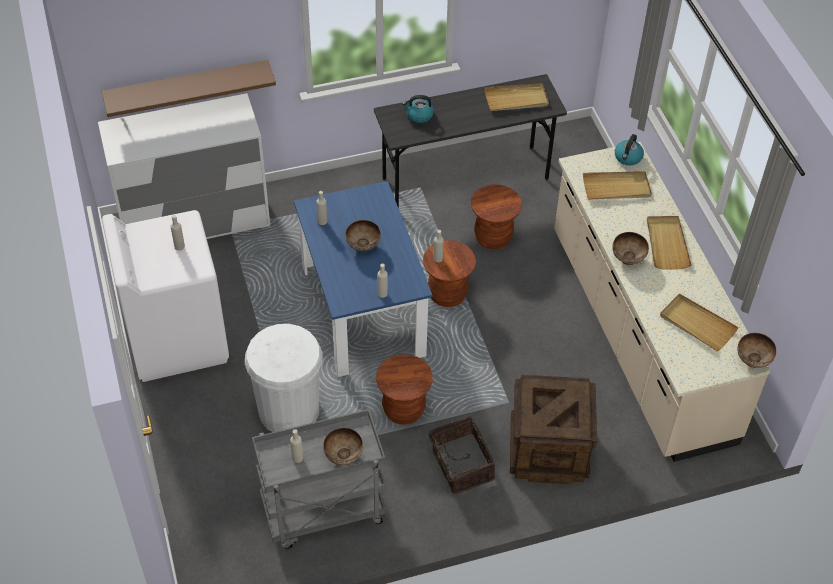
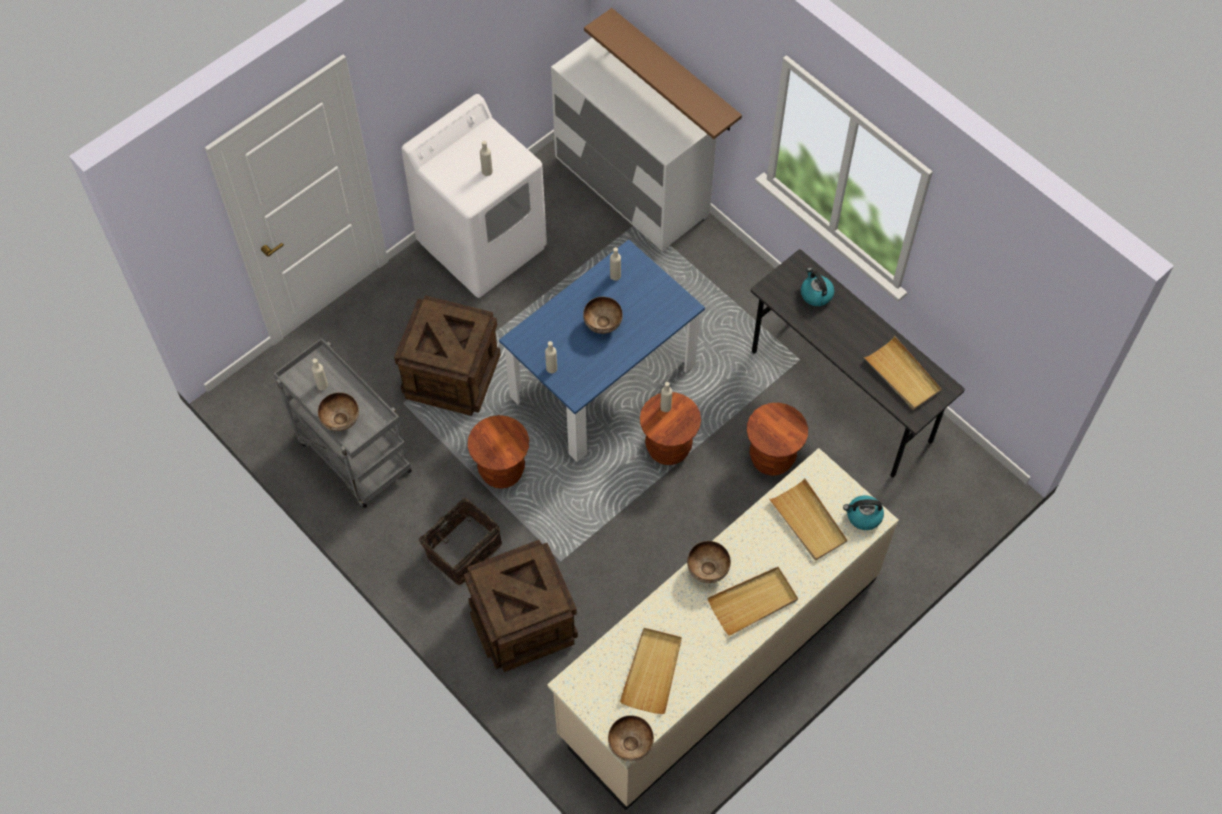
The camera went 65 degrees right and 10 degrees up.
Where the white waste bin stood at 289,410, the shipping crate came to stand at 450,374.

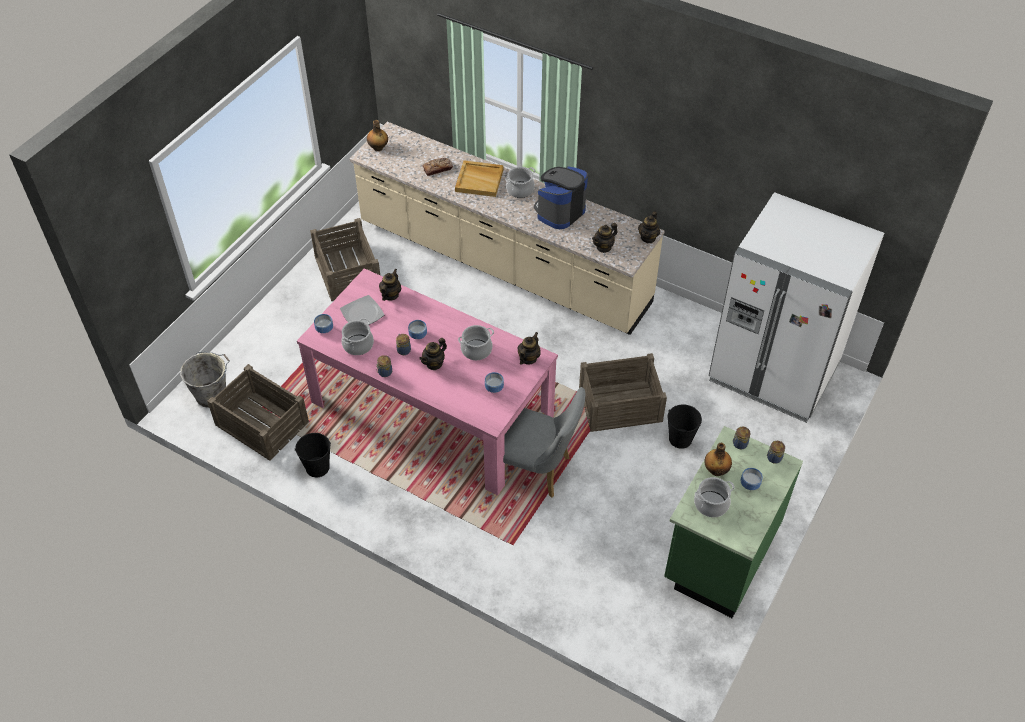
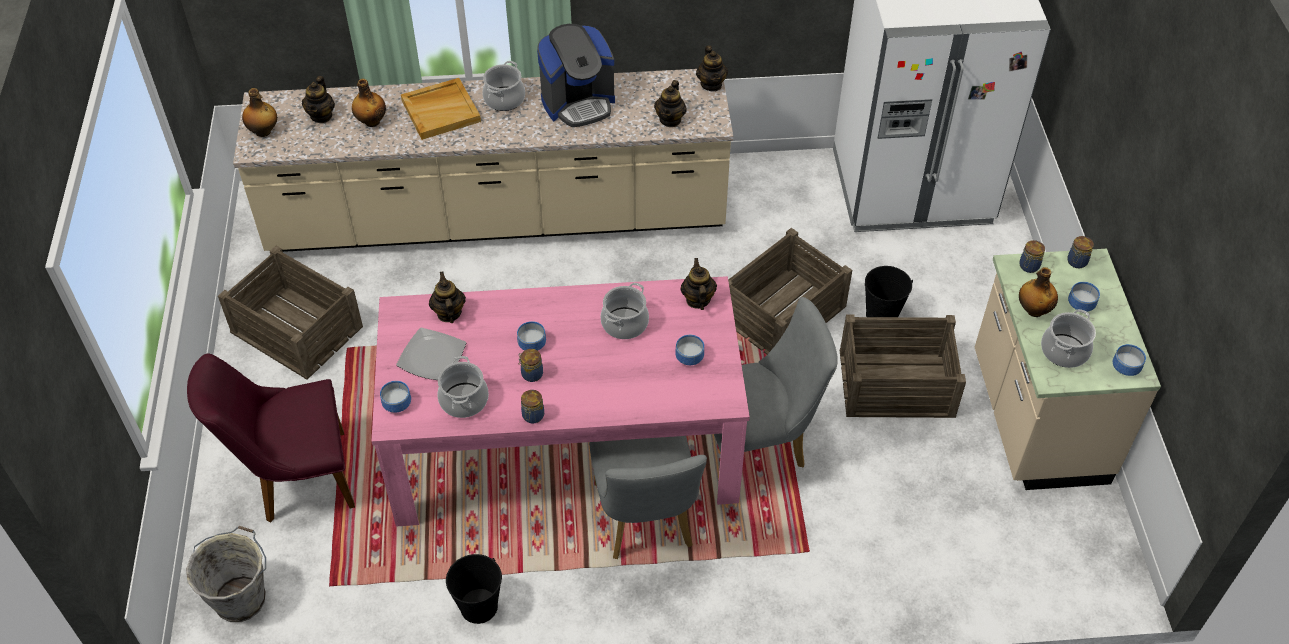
The camera went 35 degrees left and 0 degrees up.
Where the bakery bread stood at 437,169, the bottle came to stand at 371,121.
The coffee brewer at 559,211 ended up facing another way, 120 degrees counterclockwise from before.
The teapot ended up elsewhere, having gone from 434,363 to 321,116.
The shipping crate ended up elsewhere, having gone from 262,424 to 897,384.
What was the green kitchen counter at 720,553 turned into the beige kitchen counter at 1035,420.
The second view gained the serving bowl at 1125,367.
The second view gained the purple-coloured chair at 295,480.
The second view gained the gray chair at 646,522.

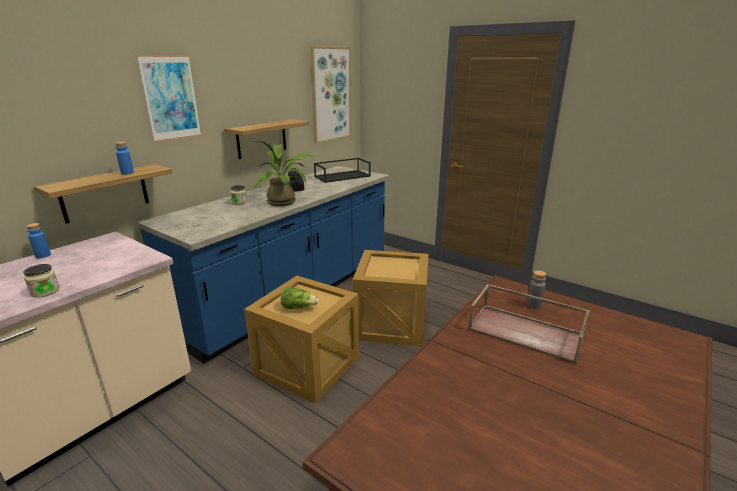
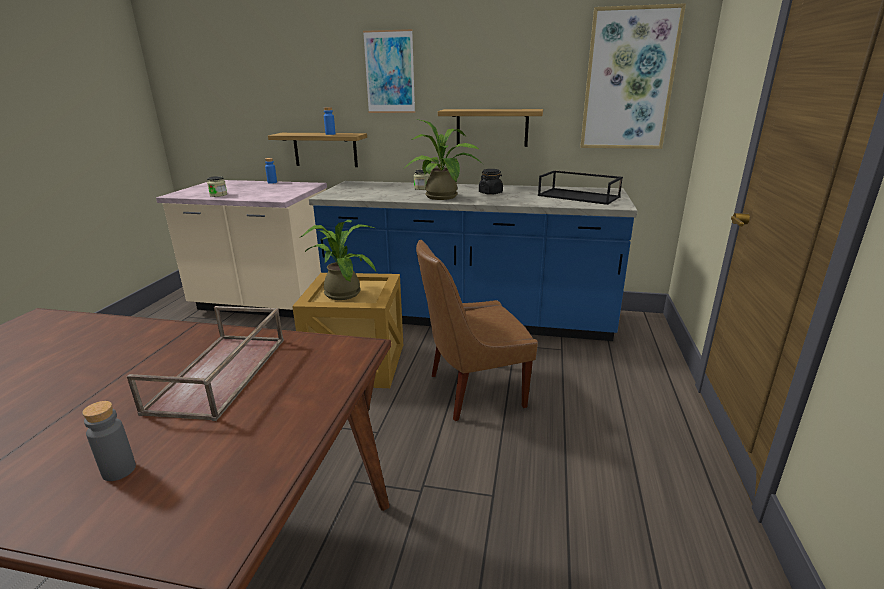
The camera went 65 degrees right and 0 degrees up.
Where the shipping crate stood at 390,323, the brownish chair came to stand at 472,391.
The gray bottle ended up elsewhere, having gone from 534,305 to 119,470.
Where the head of lettuce stood at 298,307, the potted plant came to stand at 342,292.

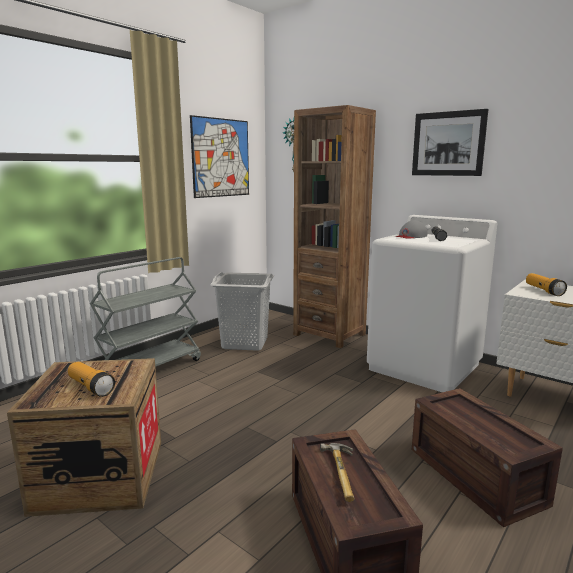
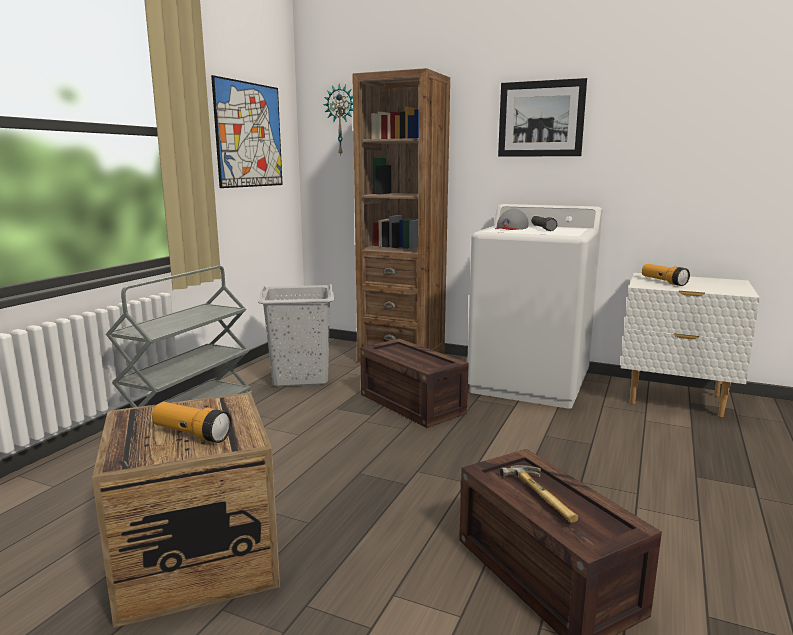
The camera went 15 degrees left and 0 degrees up.
The shipping crate ended up elsewhere, having gone from 478,476 to 414,403.

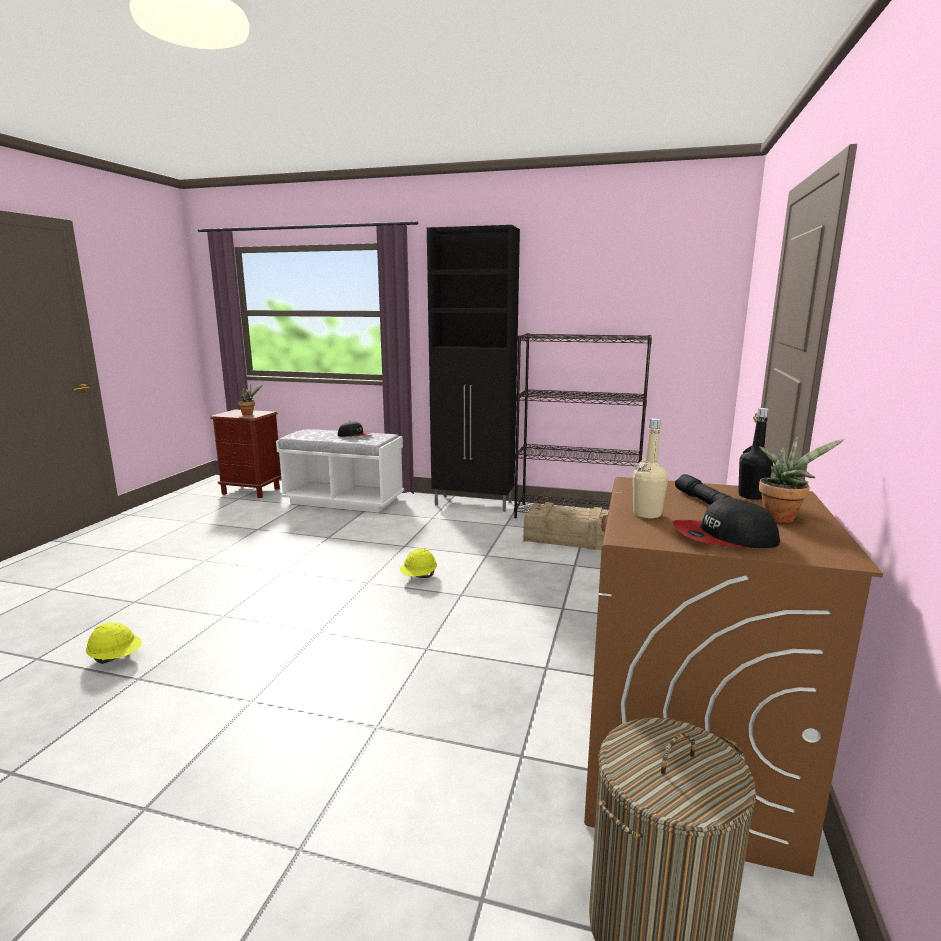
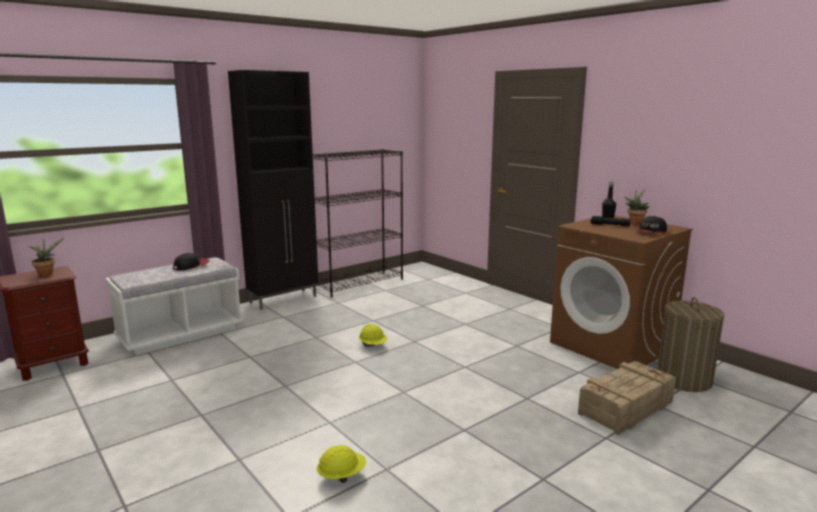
The camera went 55 degrees left and 0 degrees up.
The second view lost the beige bottle at 647,514.
The shipping crate ended up elsewhere, having gone from 569,538 to 624,408.

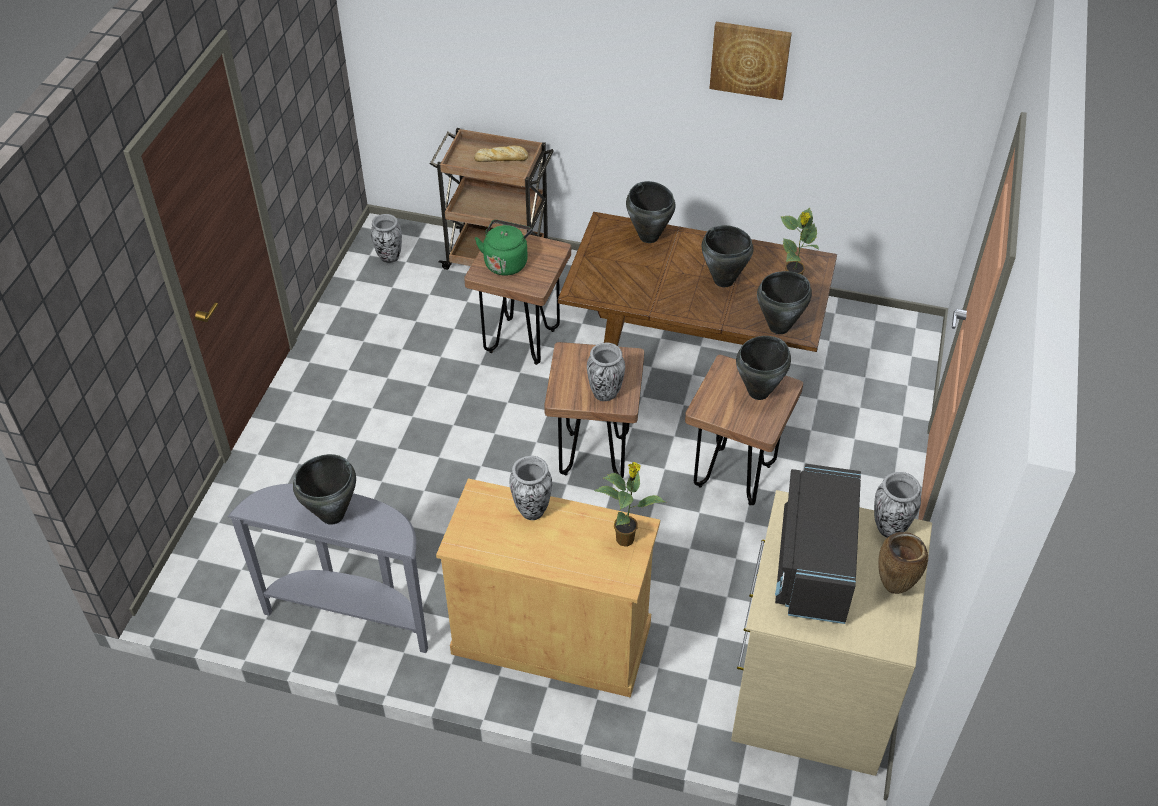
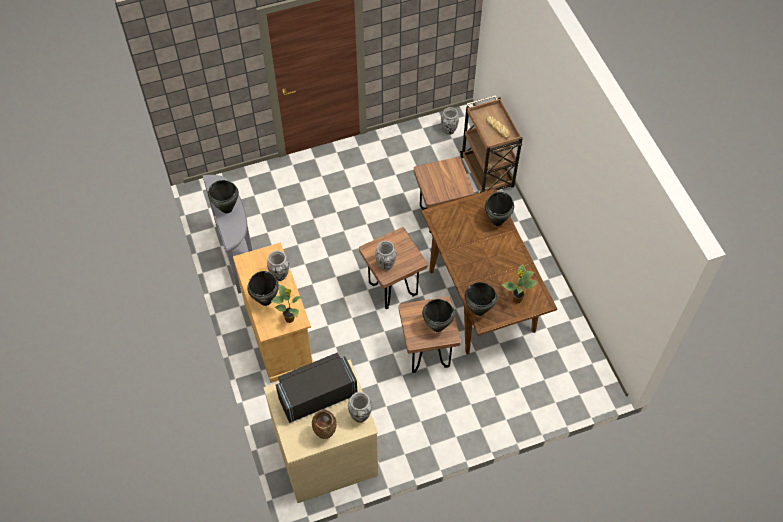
The camera went 55 degrees right and 10 degrees up.
The second view lost the wall picture at 750,59.
The second view lost the green kettle at 506,262.
The black stockpot ended up elsewhere, having gone from 723,281 to 265,300.

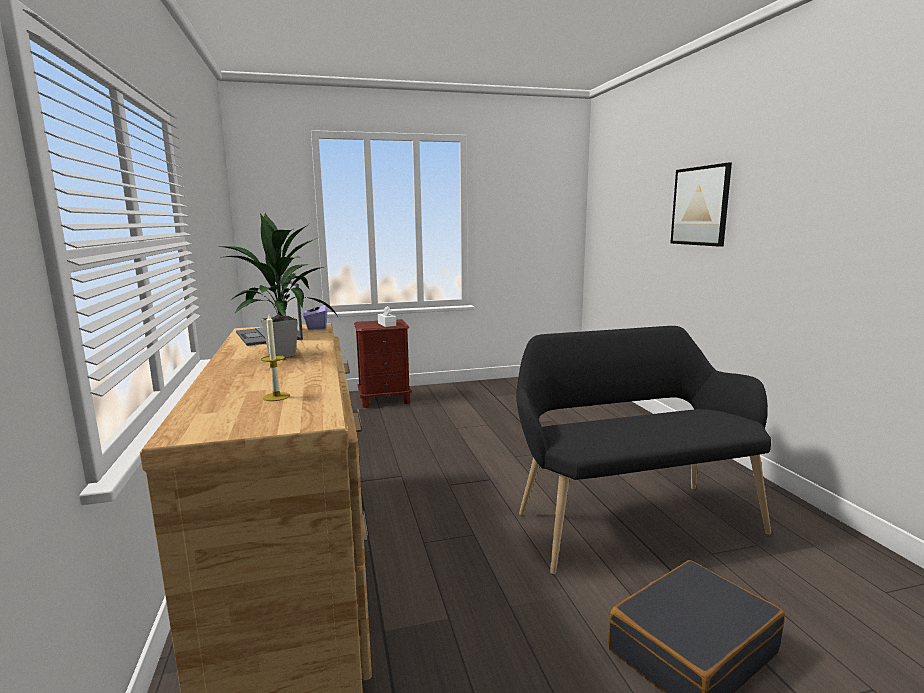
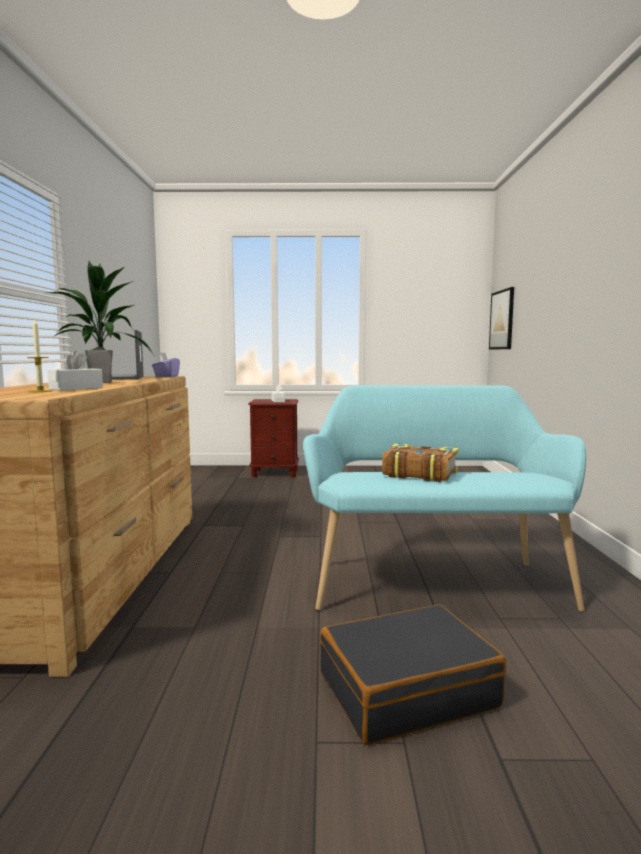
The camera went 15 degrees right and 5 degrees down.
The wall picture ended up elsewhere, having gone from 700,206 to 502,320.
What was the black long seat at 630,519 turned into the blue-green long seat at 434,580.
The second view gained the white tissue box at 76,388.
The second view gained the volume at 419,473.

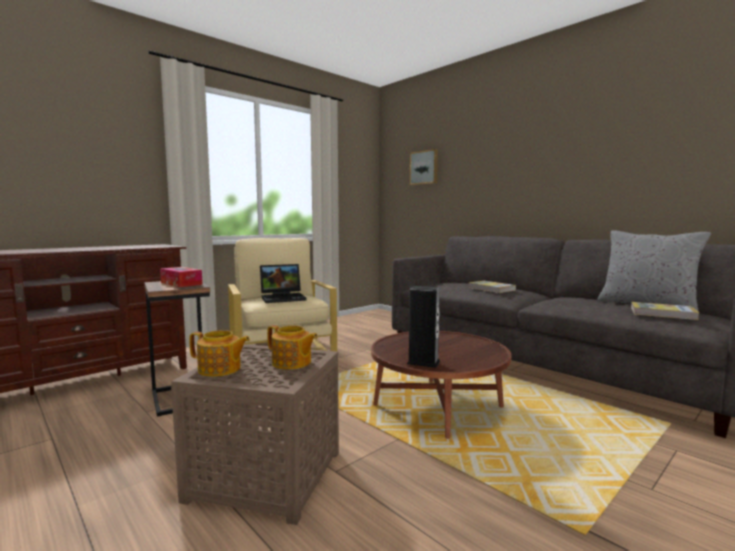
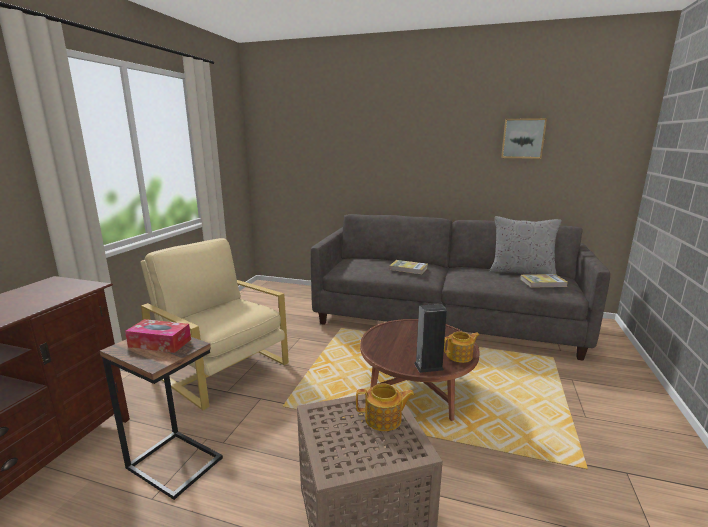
The camera went 30 degrees left and 10 degrees up.
The wall picture ended up elsewhere, having gone from 424,167 to 523,138.
The second view lost the laptop at 284,298.
The teapot ended up elsewhere, having gone from 220,369 to 460,356.

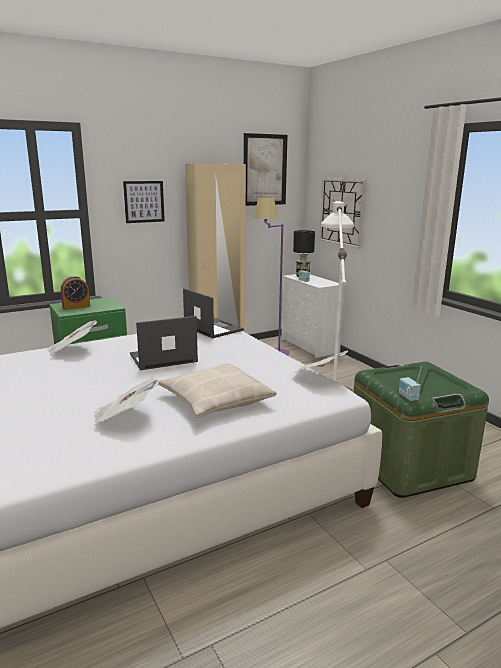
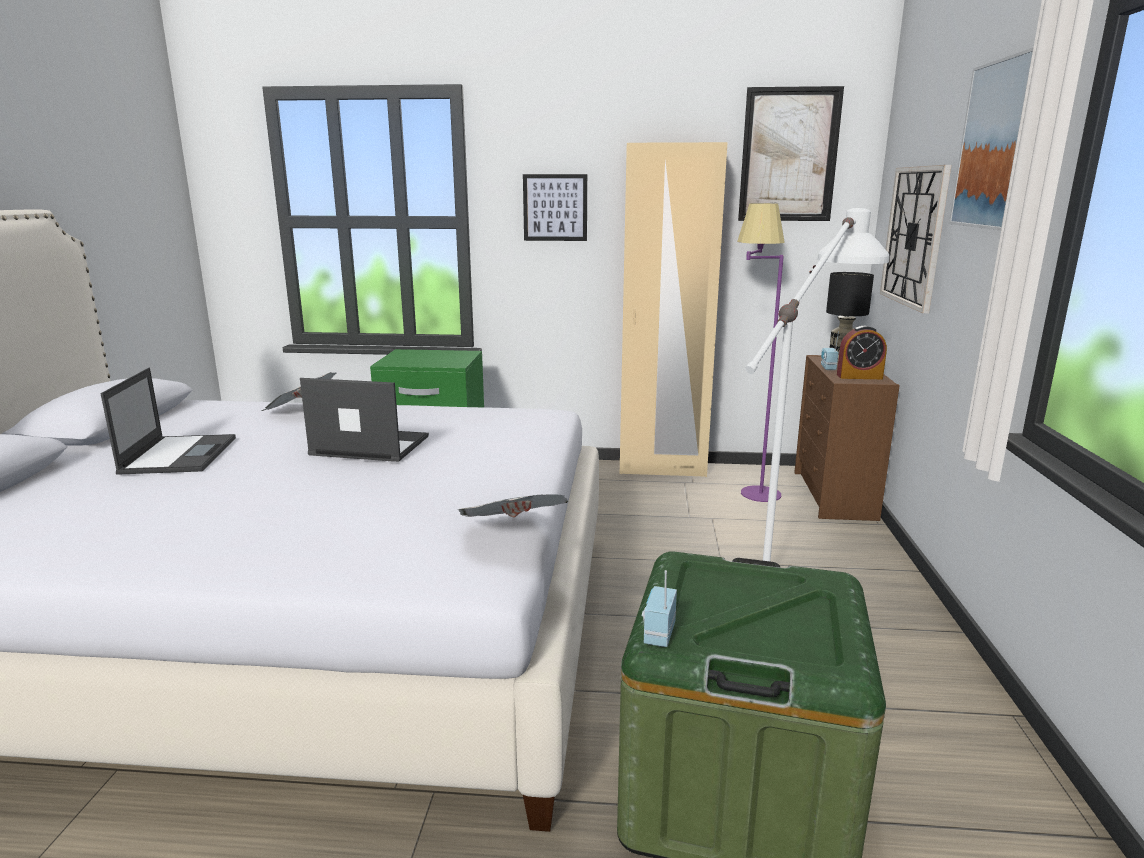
The camera went 35 degrees right and 0 degrees up.
What was the white chest of drawers at 310,346 turned into the brownish chest of drawers at 834,496.
The table clock ended up elsewhere, having gone from 76,307 to 859,376.
The laptop ended up elsewhere, having gone from 212,328 to 179,454.
The second view lost the beige throw pillow at 215,400.
The second view lost the printed paper at 125,417.
The second view gained the wall picture at 998,145.

